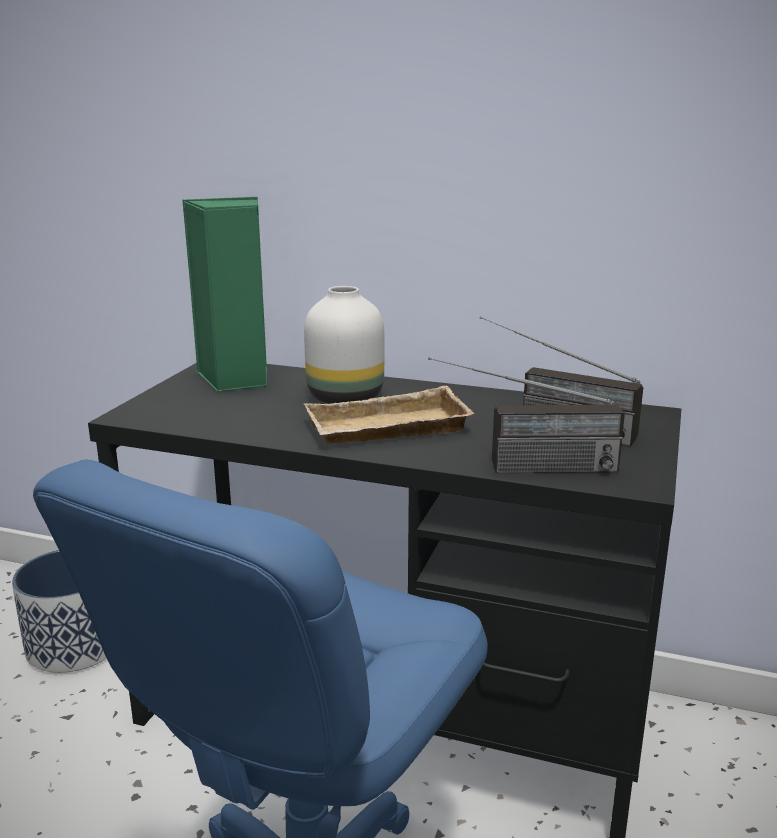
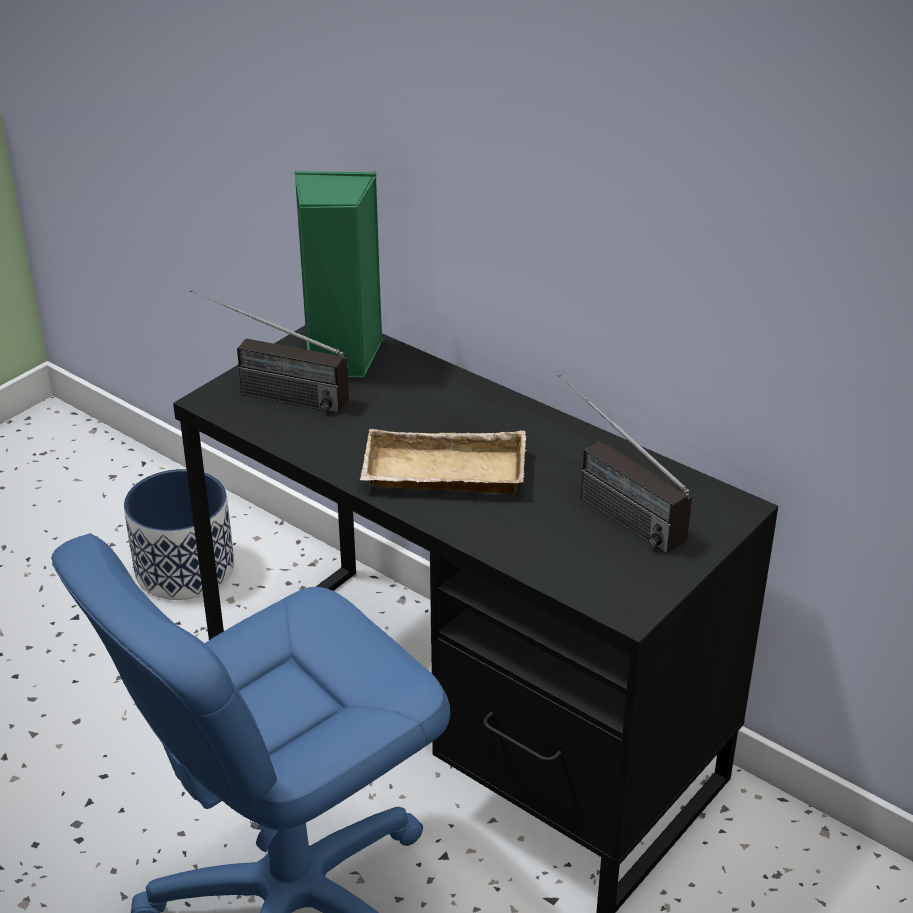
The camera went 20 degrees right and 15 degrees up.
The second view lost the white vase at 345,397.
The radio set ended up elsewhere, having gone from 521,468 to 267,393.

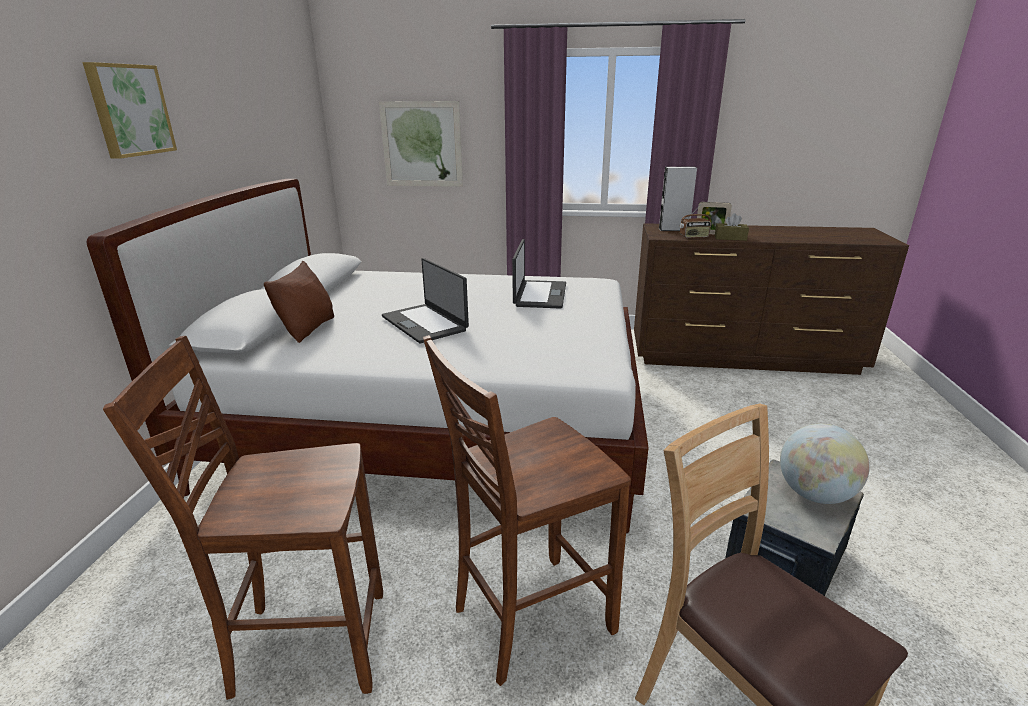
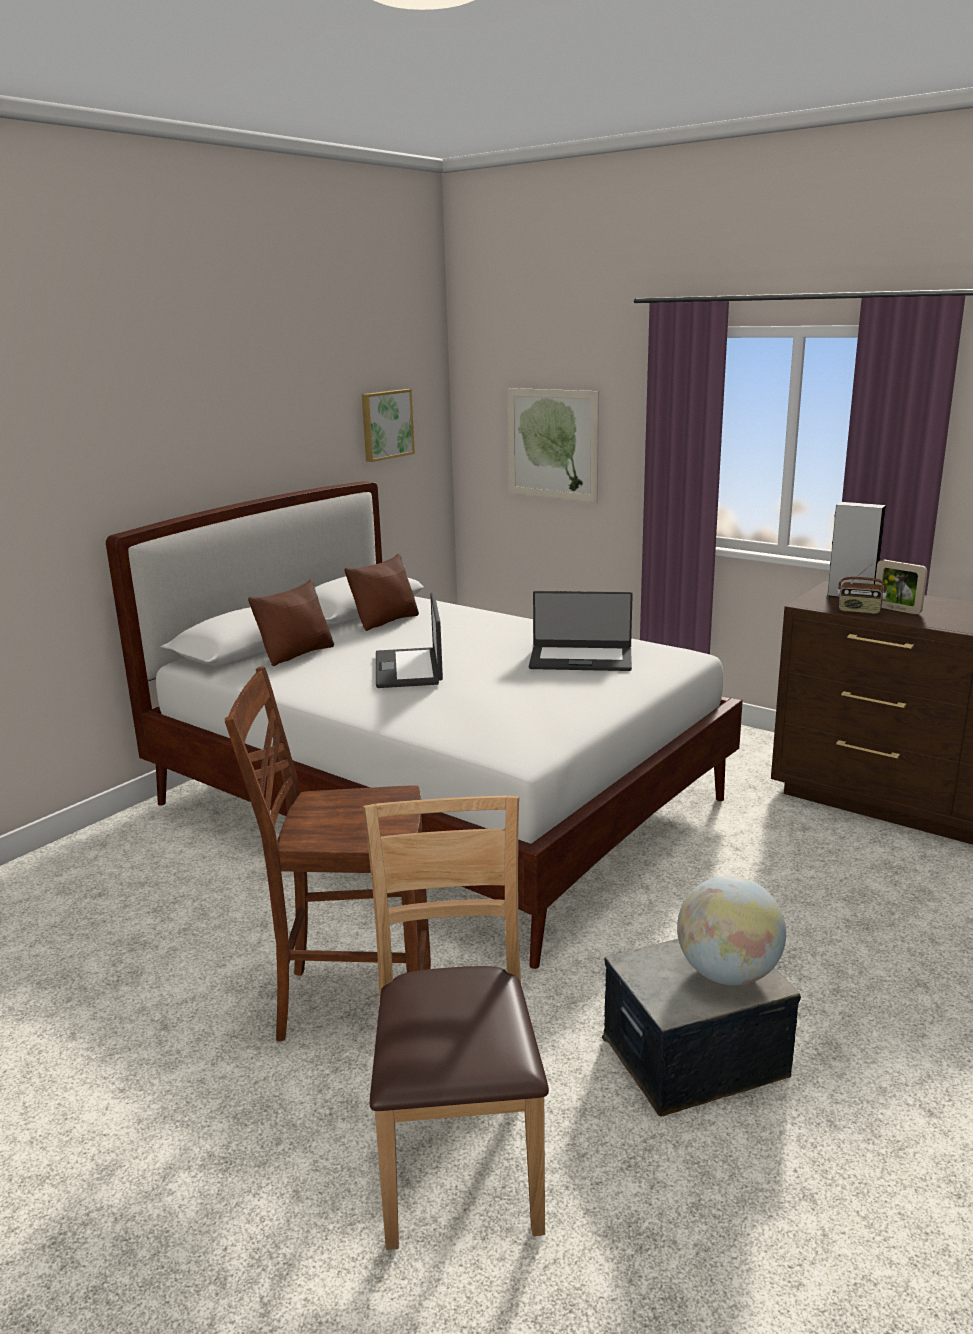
The camera went 30 degrees right and 5 degrees down.
The wall picture ended up elsewhere, having gone from 129,110 to 386,424.
The second view lost the brownish tissue box at 730,238.
The laptop at 539,295 ended up facing another way, 60 degrees clockwise from before.
The second view lost the brownish chair at 307,643.
The second view gained the brownish throw pillow at 385,621.

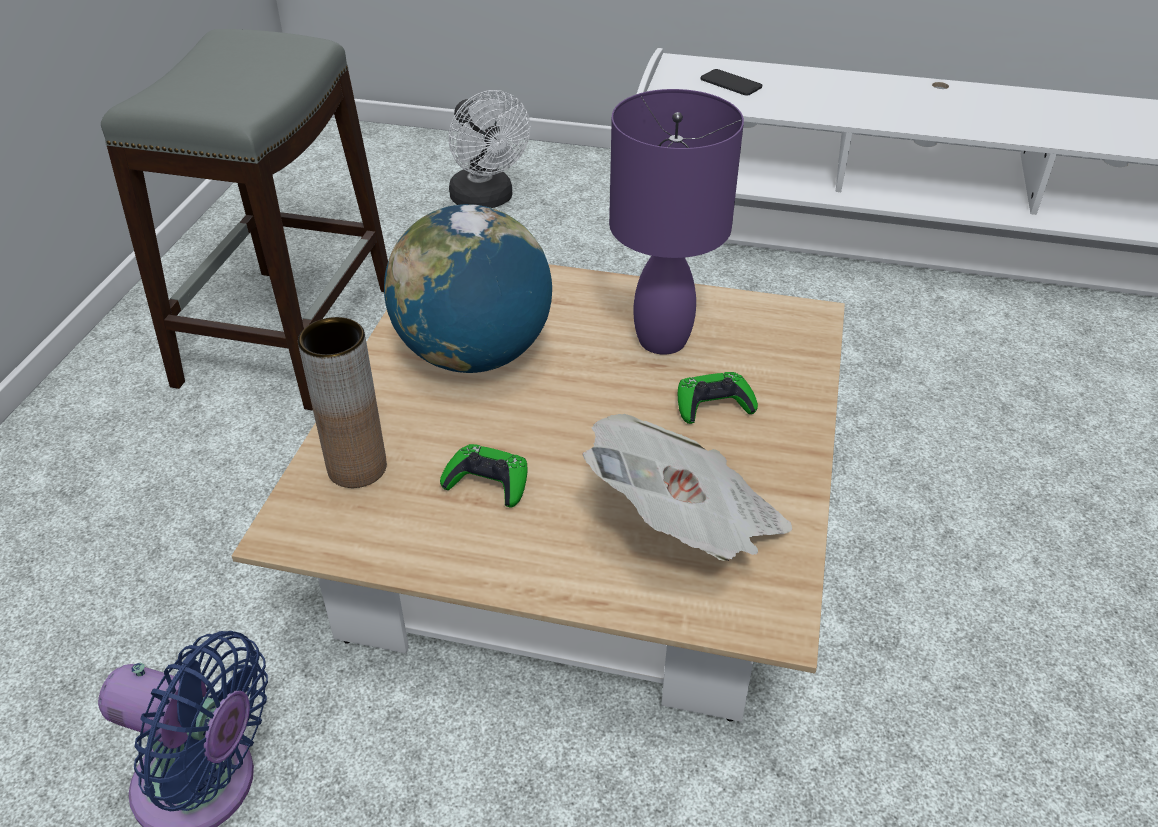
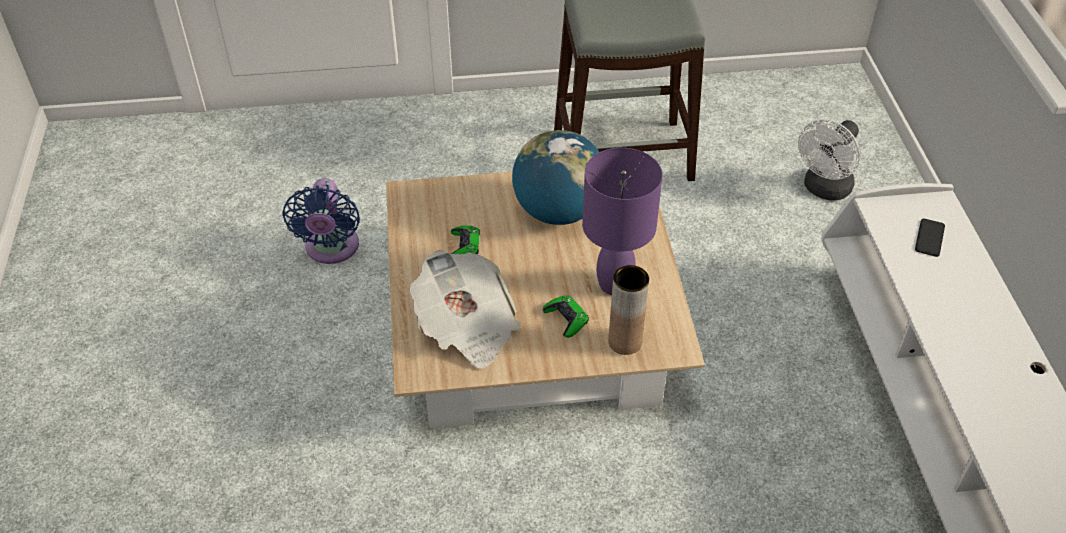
The camera went 70 degrees right and 5 degrees up.
The brownish vase ended up elsewhere, having gone from 357,468 to 625,342.

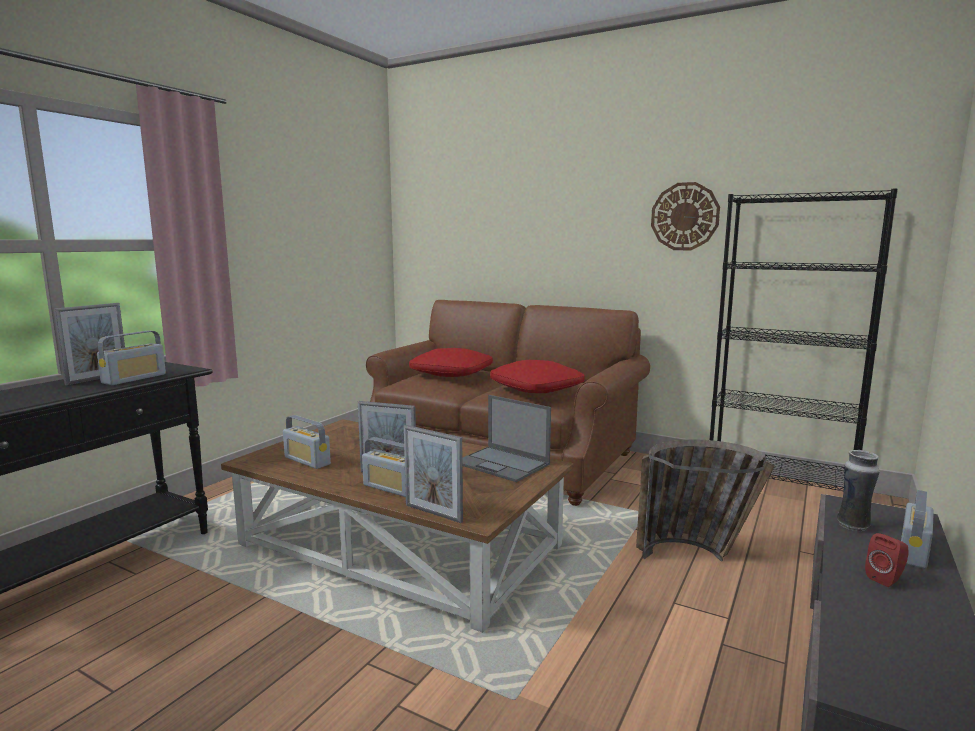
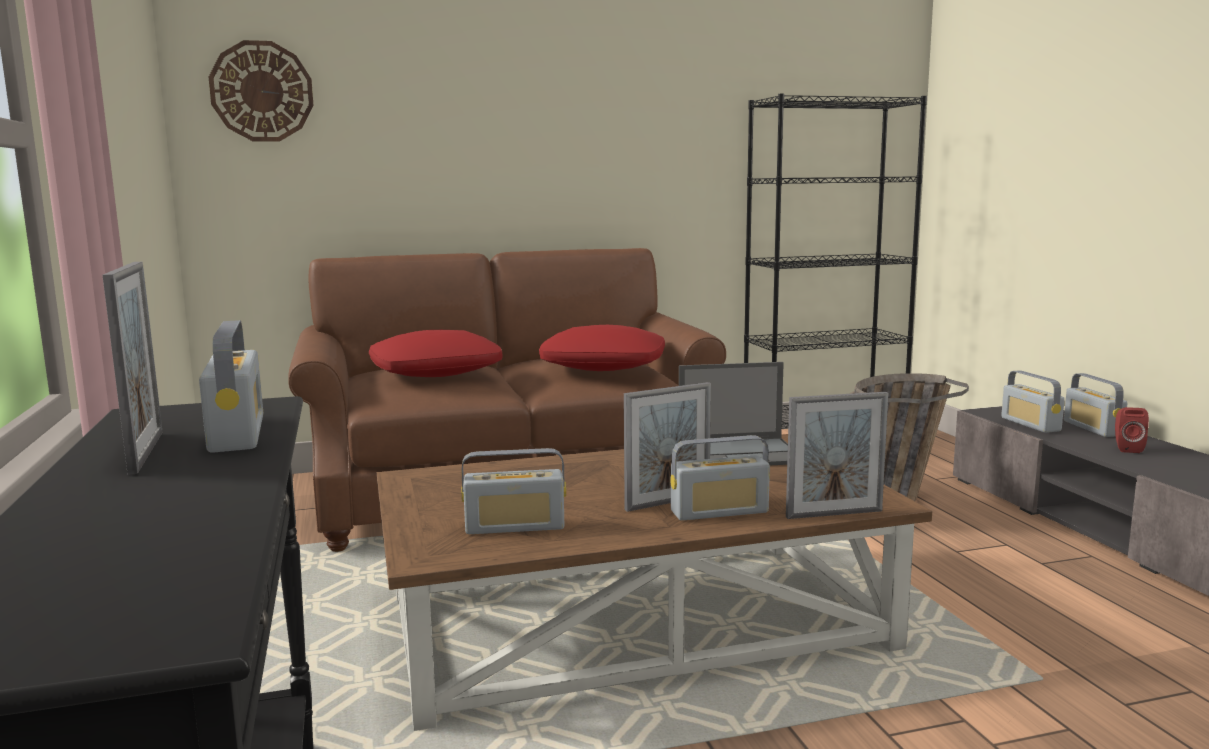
The camera went 45 degrees left and 0 degrees up.
The clock on the wall ended up elsewhere, having gone from 684,216 to 262,91.
Where the vase stood at 853,526, the radio set came to stand at 1030,424.

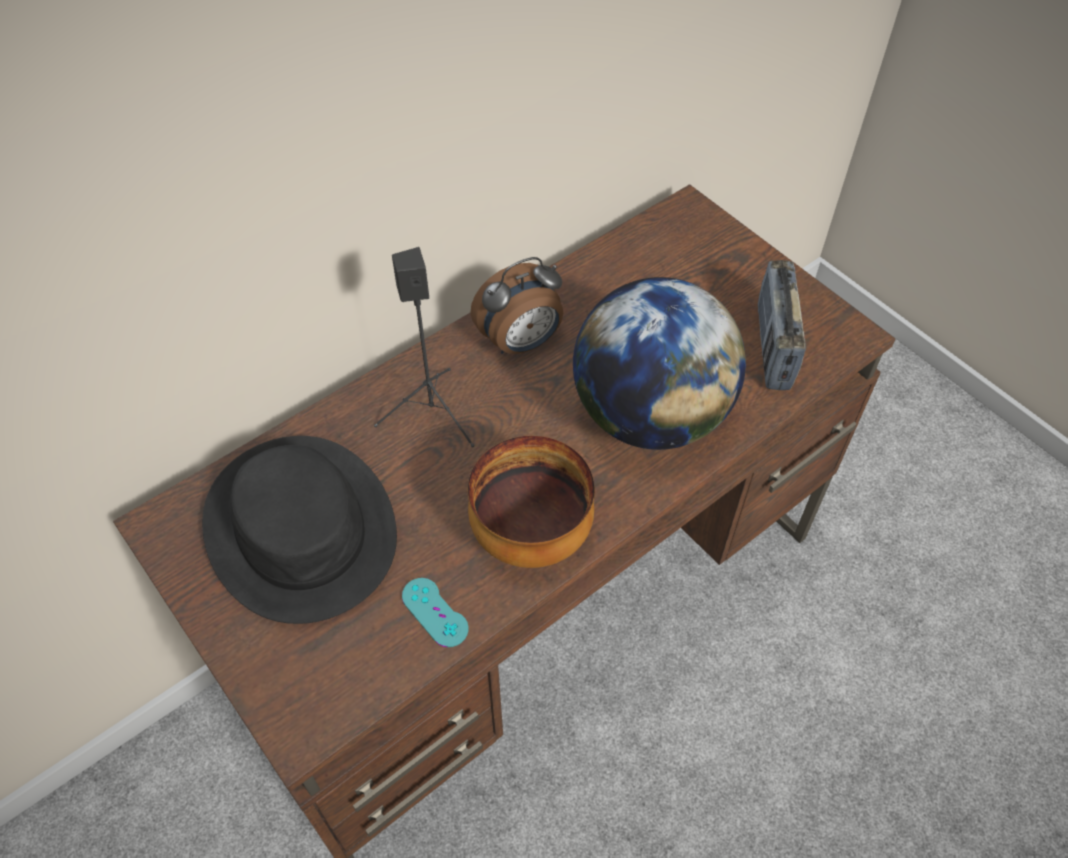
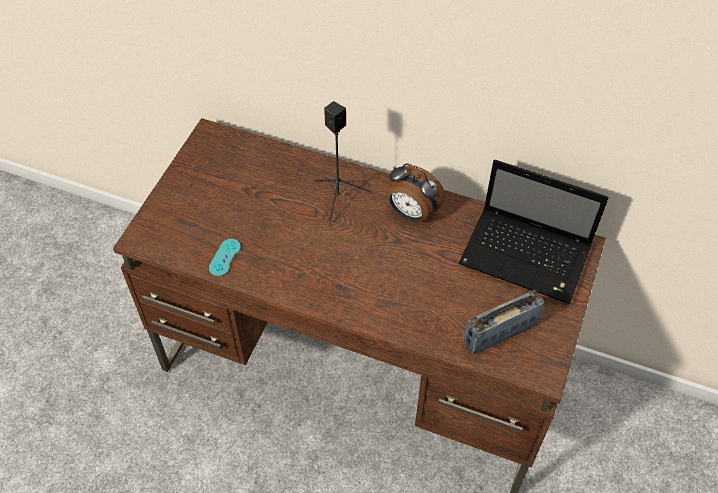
The camera went 60 degrees right and 0 degrees up.
The second view lost the globe at 650,415.
The second view lost the black clothing hat at 301,528.
The second view lost the serving bowl at 529,533.
The second view gained the laptop at 528,257.

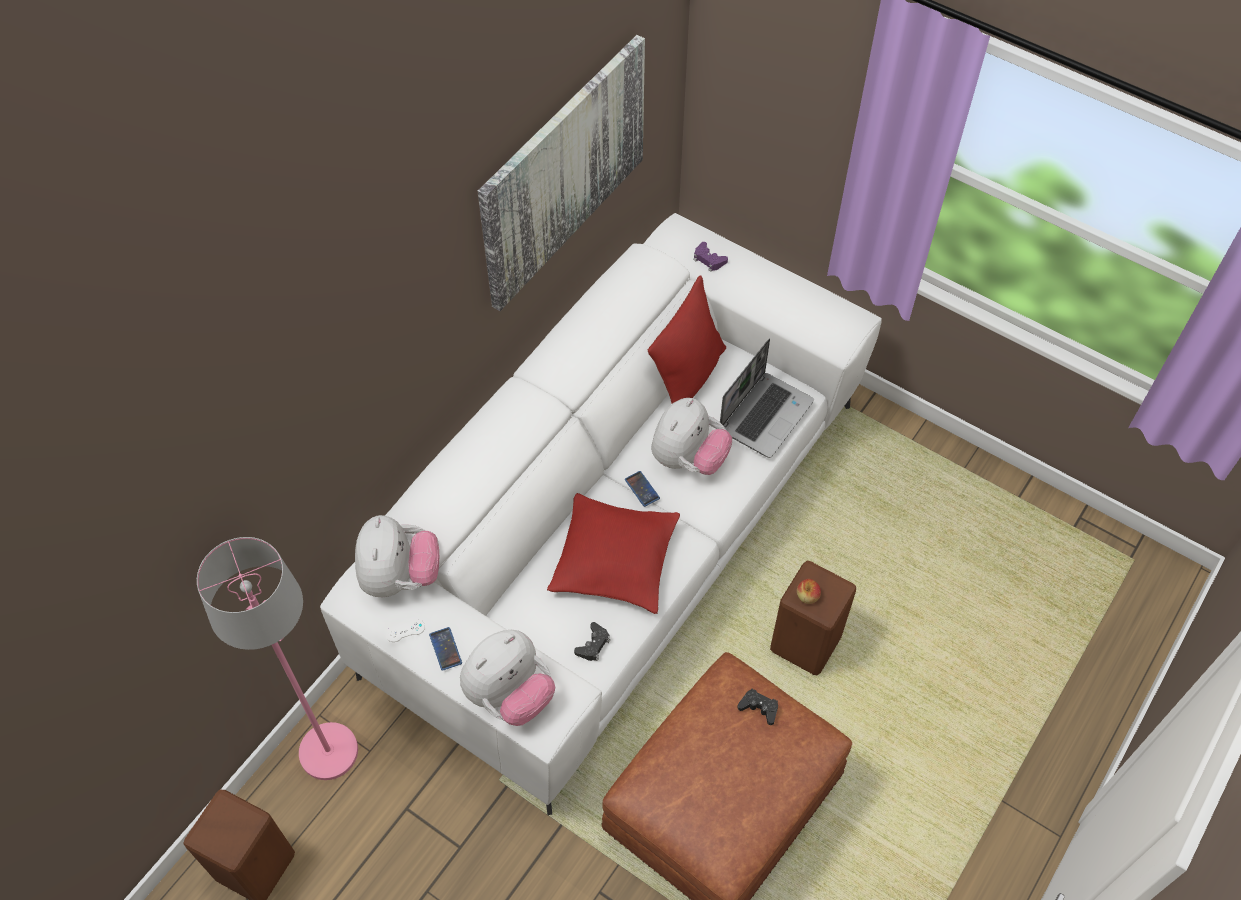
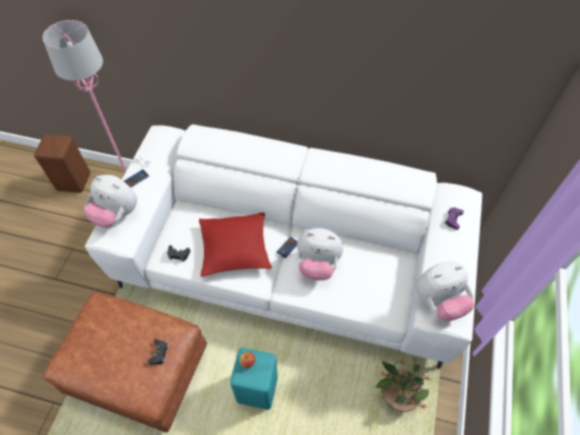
The camera went 70 degrees right and 0 degrees up.
The second view lost the wall picture at 563,171.
The second view lost the reddish throw pillow at 688,378.
The second view lost the laptop at 765,414.
The plush toy ended up elsewhere, having gone from 400,576 to 438,301.
What was the brownish sitting stool at 807,643 turned into the blue-green sitting stool at 258,390.
The second view gained the potted plant at 397,394.

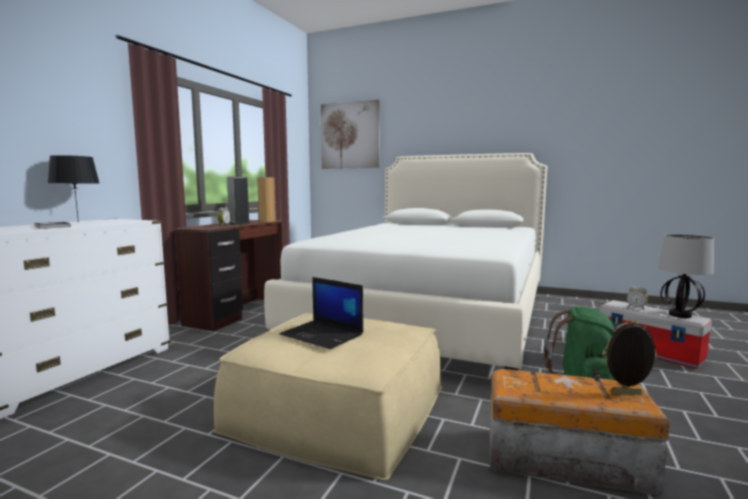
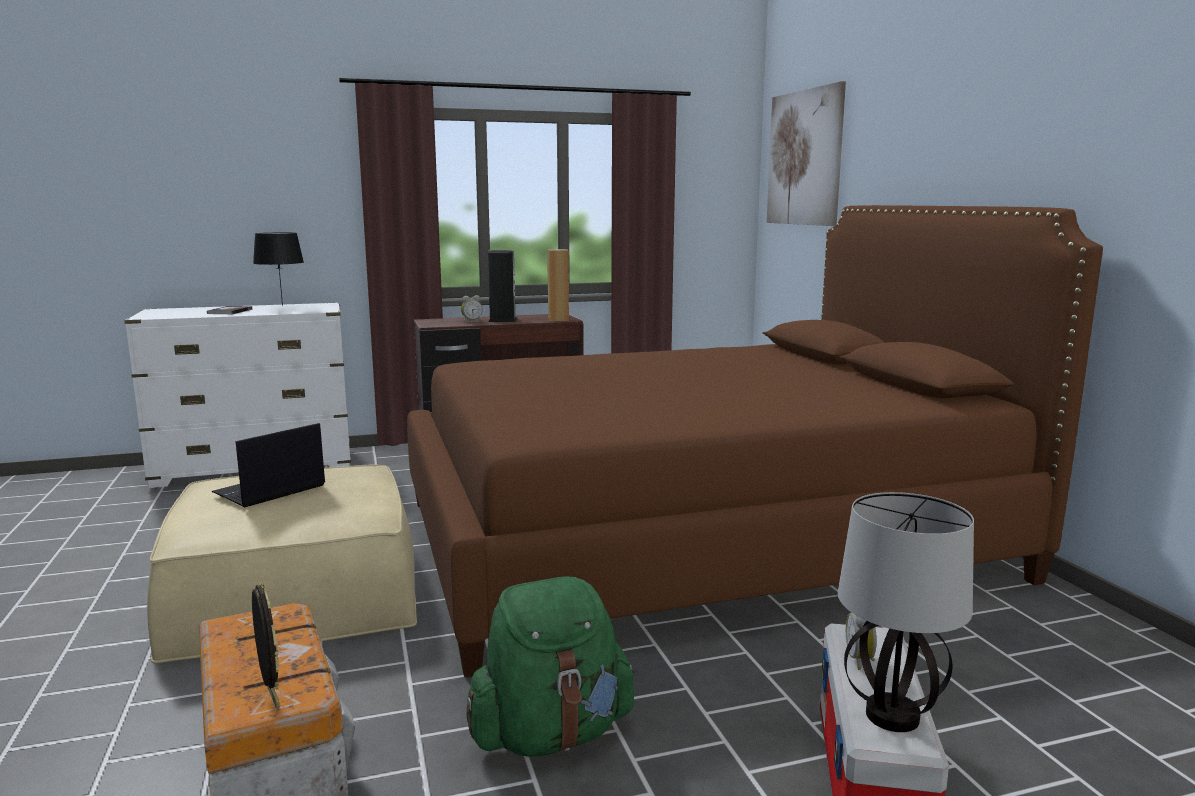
The camera went 50 degrees right and 5 degrees up.
What was the white sleeping bed at 429,315 turned into the brownish sleeping bed at 698,539.
The laptop at 323,335 ended up facing another way, 45 degrees clockwise from before.

